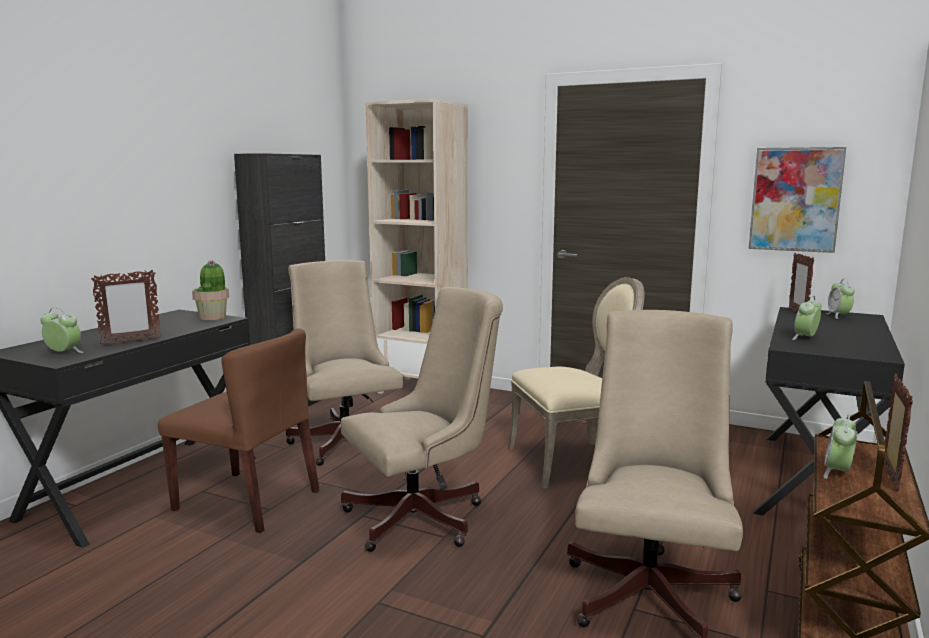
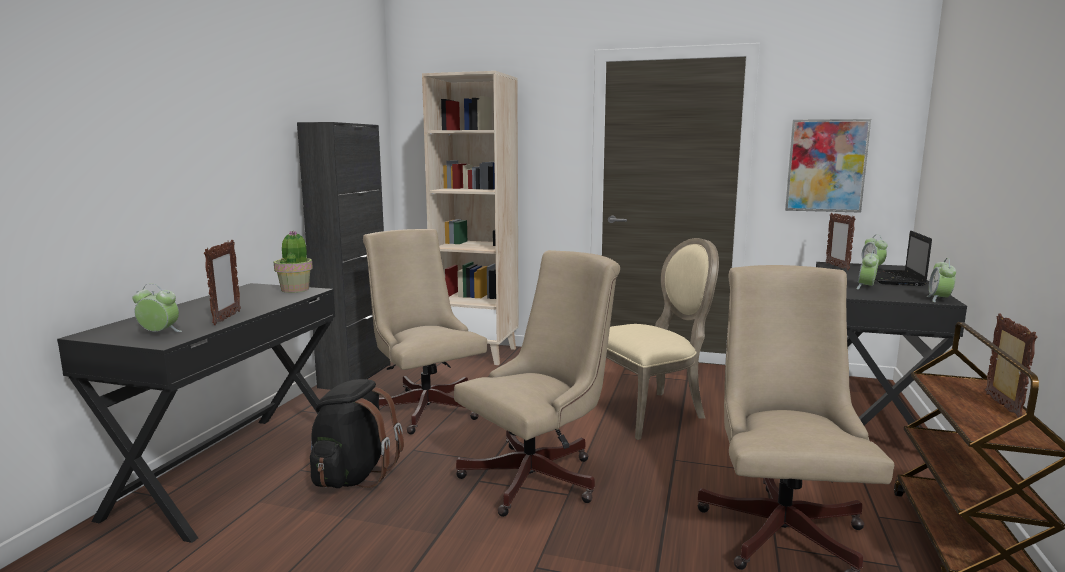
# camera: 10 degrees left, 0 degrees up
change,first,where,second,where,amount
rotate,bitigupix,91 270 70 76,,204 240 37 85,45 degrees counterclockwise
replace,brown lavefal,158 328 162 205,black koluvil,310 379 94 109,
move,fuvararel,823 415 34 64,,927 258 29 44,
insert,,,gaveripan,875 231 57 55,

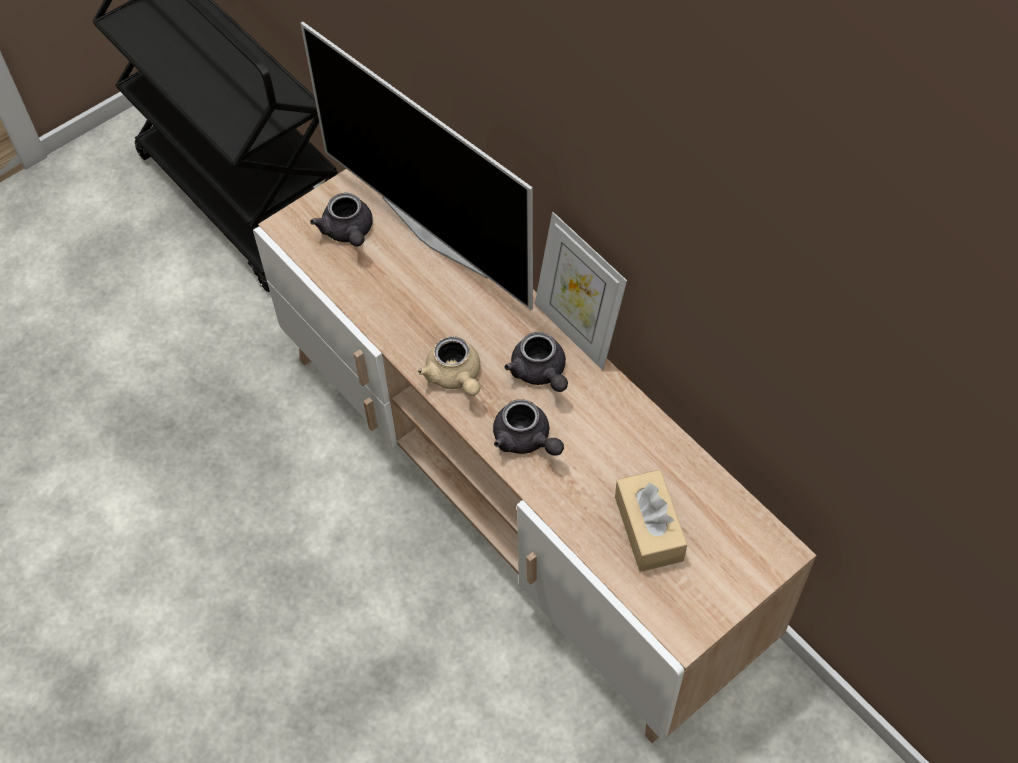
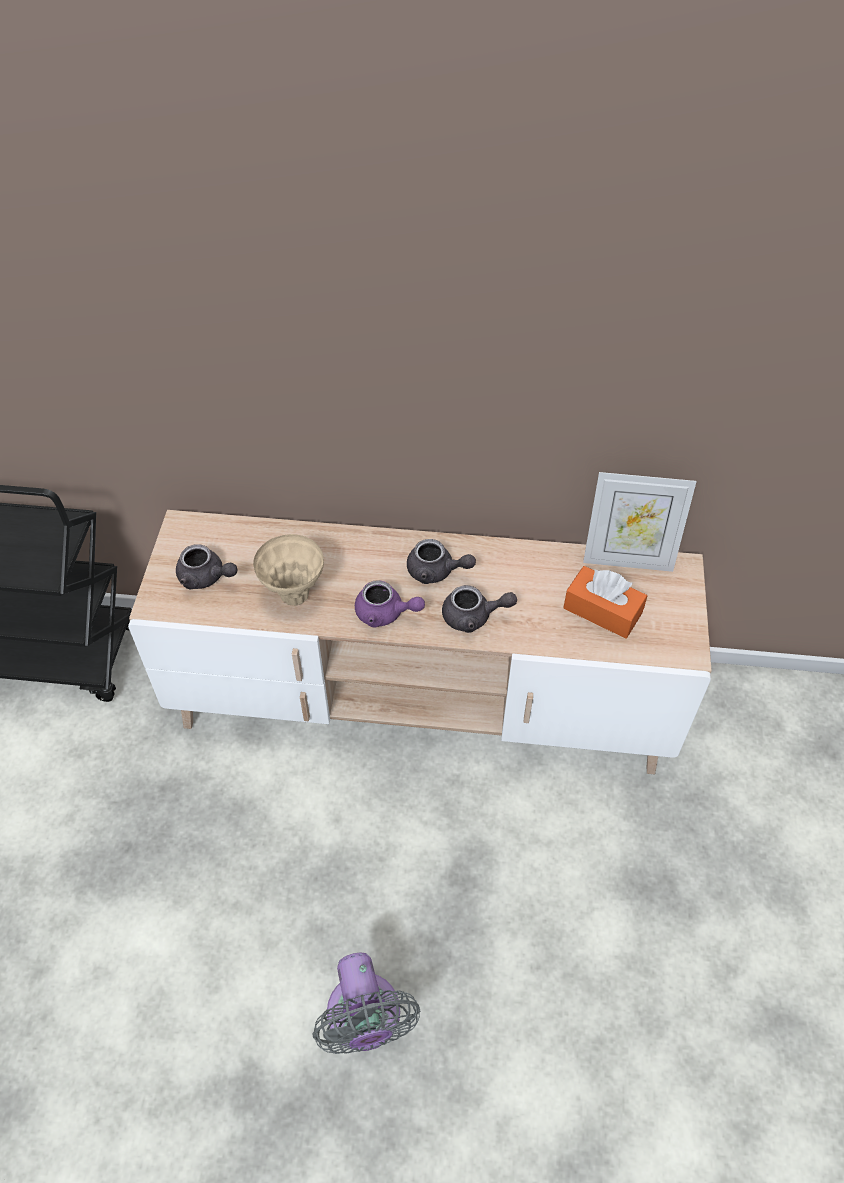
# camera: 45 degrees left, 5 degrees down
change,first,where,second,where,amount
delete,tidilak,300 21 233 289,,,
move,bitigupix,535 212 92 158,,583 472 114 100,
recolor,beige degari,418 336 62 60,purple degari,355 580 70 48,
recolor,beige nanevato,615 470 72 102,orange nanevato,563 566 84 72,
insert,,,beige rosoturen,253 534 71 72,
insert,,,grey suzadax,312 952 108 102,

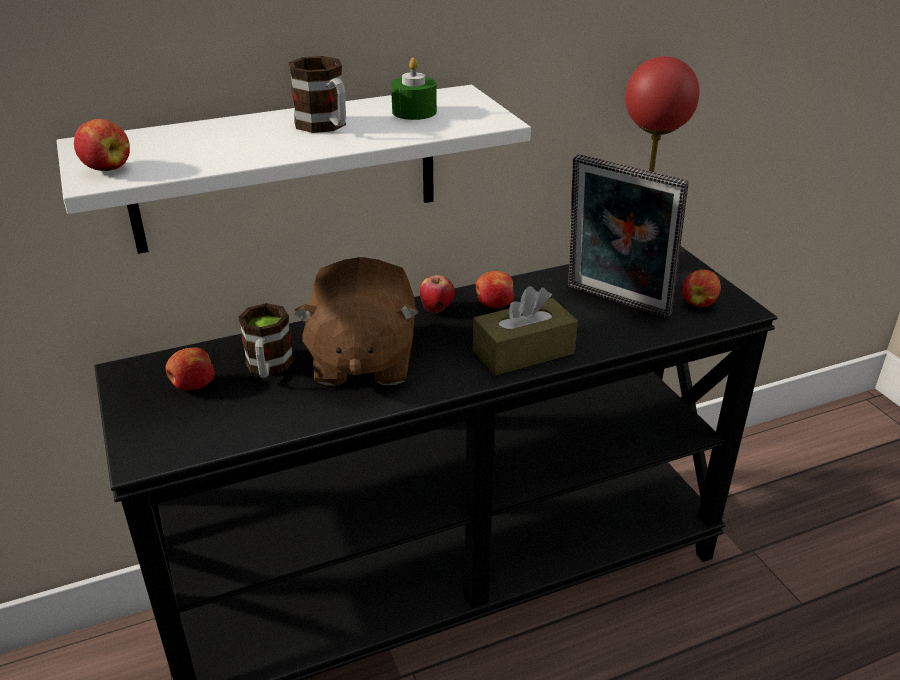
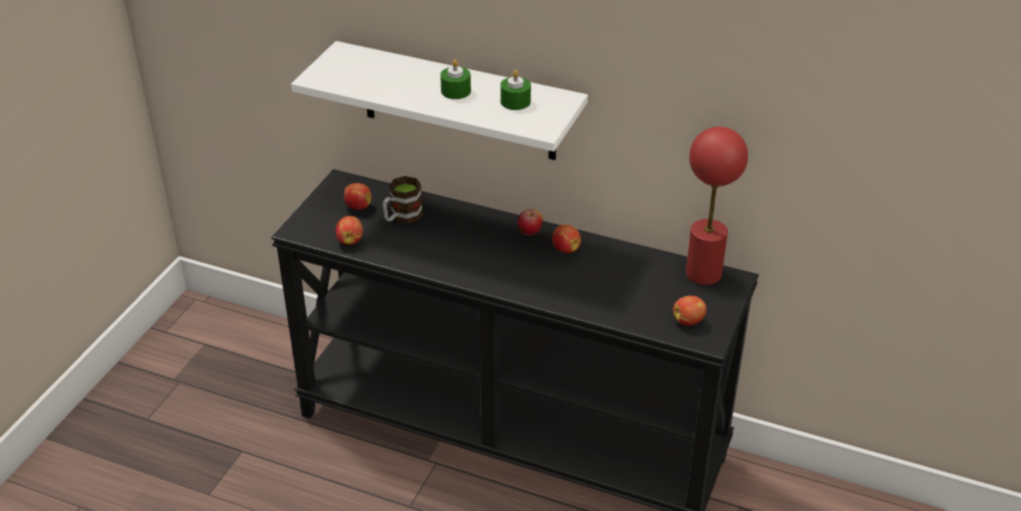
# camera: 45 degrees right, 5 degrees up
change,first,where,second,where,amount
replace,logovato,288 56 58 77,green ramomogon,440 60 31 39,
move,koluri,74 119 56 52,,336 216 27 29,
delete,bitigupix,568 154 121 164,,,
delete,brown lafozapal,293 257 126 129,,,
delete,brown nanevato,473 286 105 90,,,

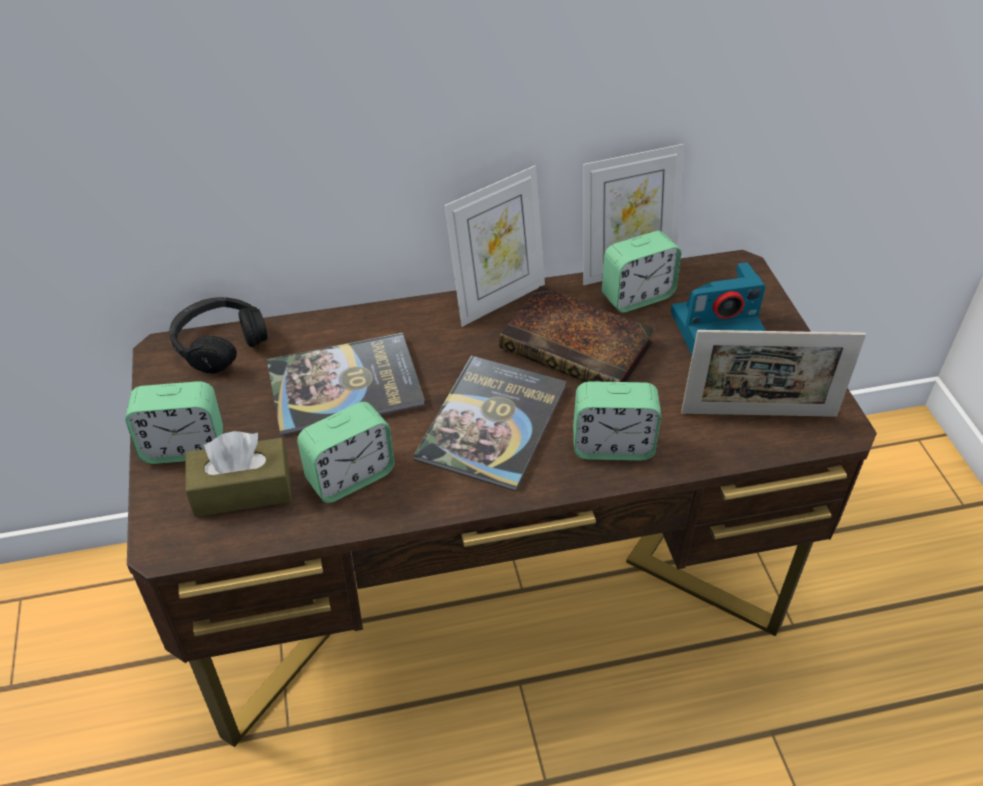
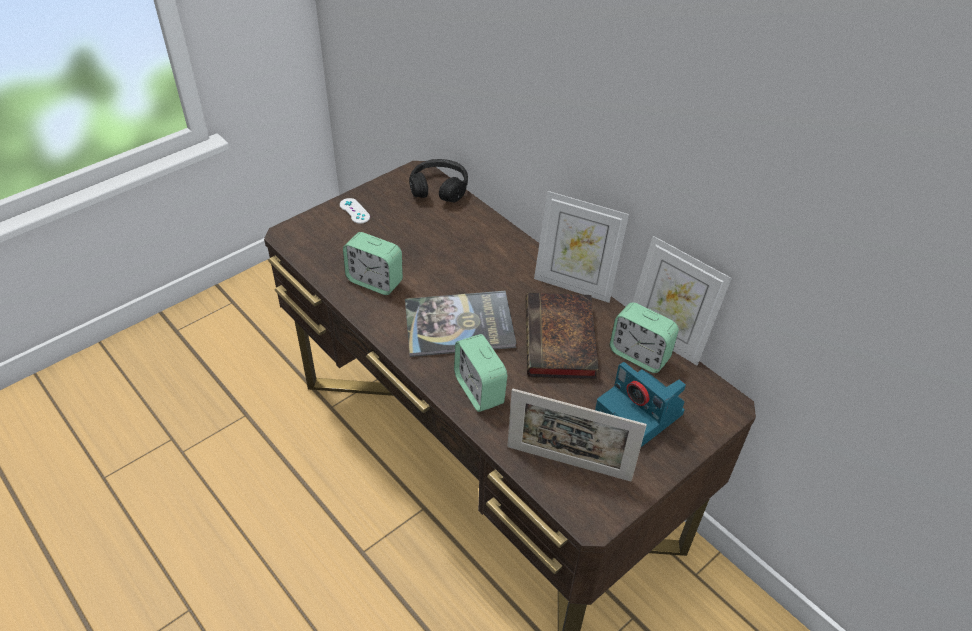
# camera: 60 degrees right, 0 degrees up
change,first,where,second,where,amount
rotate,bitigupix,681 330 185 87,,507 389 140 93,45 degrees counterclockwise
delete,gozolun,266 332 159 104,,,
replace,fuvararel,125 381 98 83,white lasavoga,340 198 30 26,
delete,brown nanevato,185 431 107 86,,,

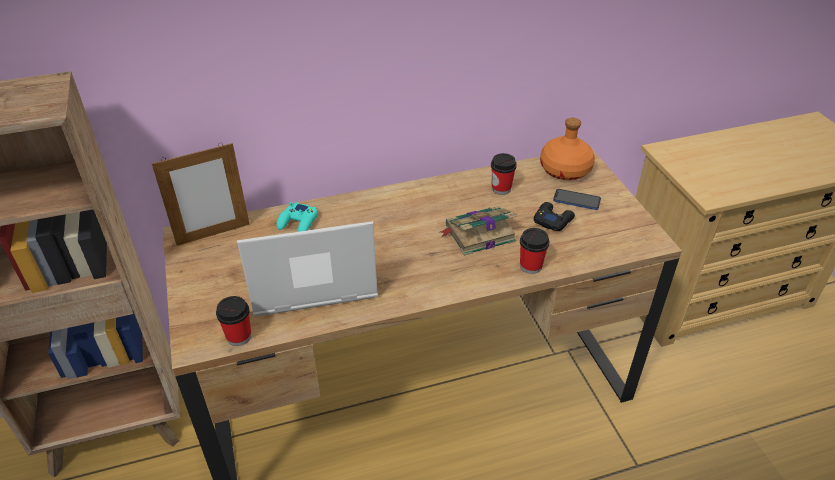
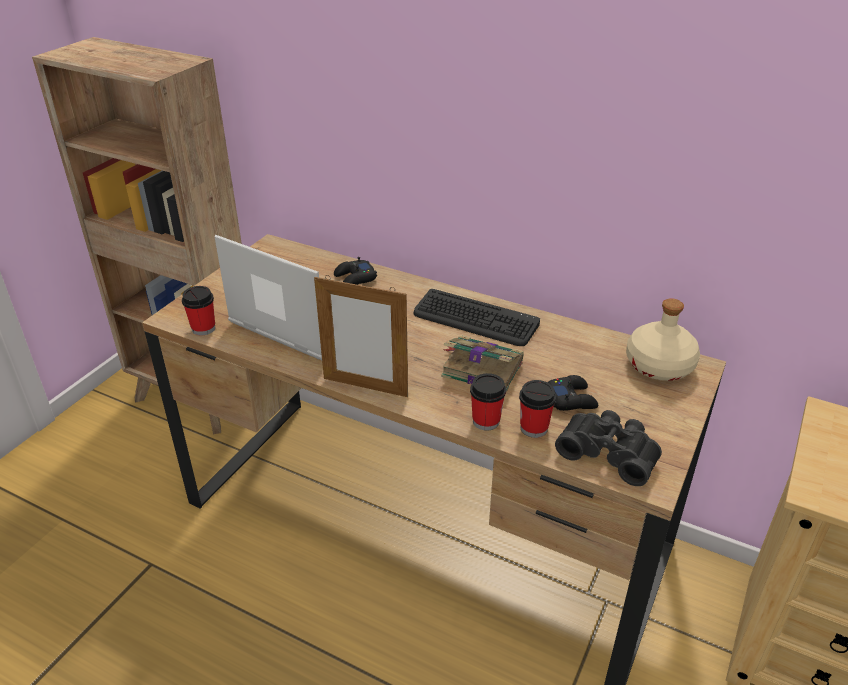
# camera: 45 degrees right, 5 degrees down
change,first,where,second,where,amount
recolor,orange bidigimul,540 118 55 62,beige bidigimul,626 298 74 83,
move,bitigupix,152 143 98 103,,314 275 94 122,
move,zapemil,491 153 26 42,,519 380 37 58,
delete,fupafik,553 189 48 21,,,
recolor,turquoise lasavoga,277 202 41 30,black lasavoga,334 257 43 28,
insert,,,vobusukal,414 289 126 57,
insert,,,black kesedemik,555 410 107 76,

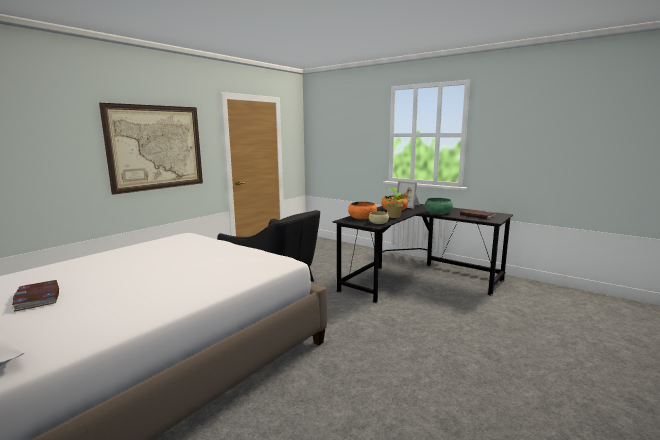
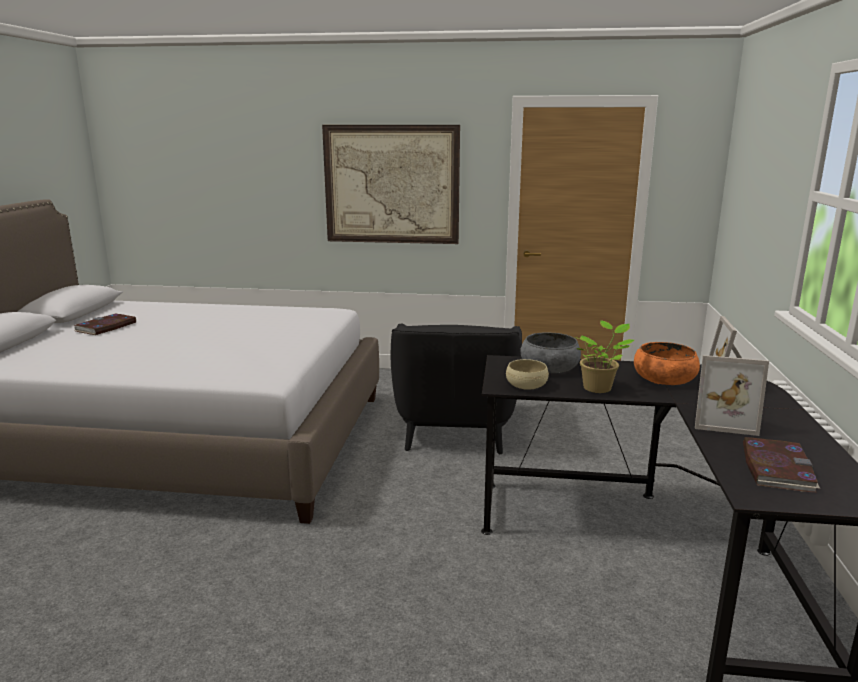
# camera: 60 degrees right, 5 degrees up
change,first,where,second,where,amount
replace,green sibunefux,425 198 28 16,bitigupix,695 355 74 81,
recolor,orange sibunefux,348 202 29 17,grey sibunefux,521 332 60 41,

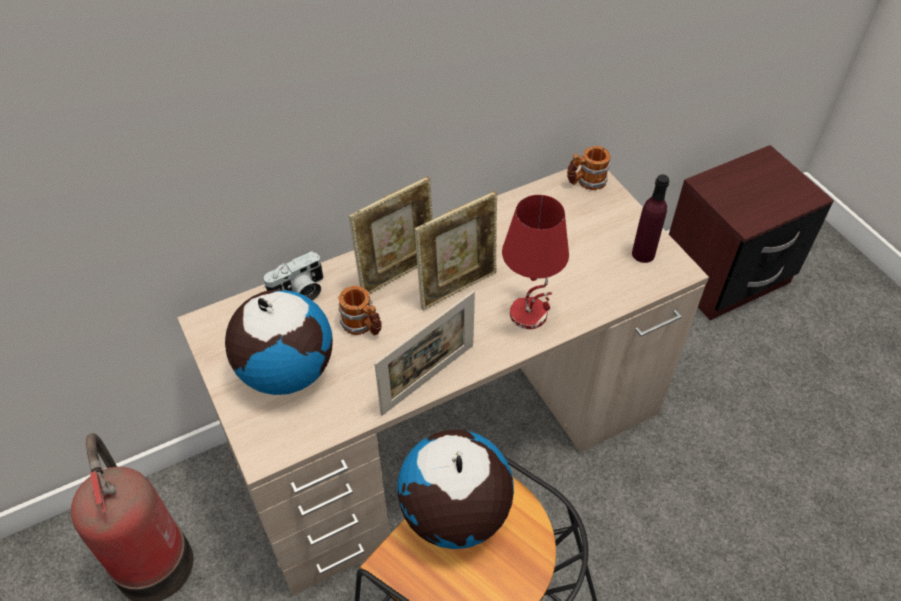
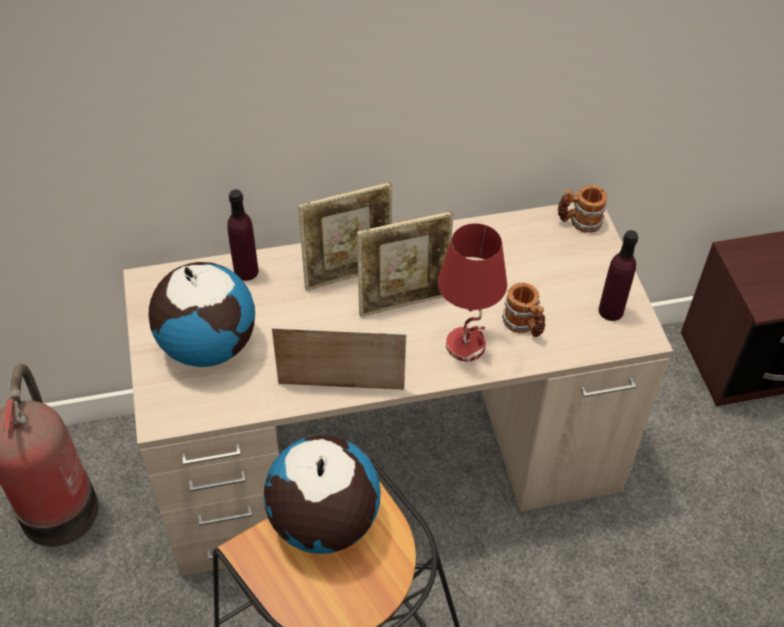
# camera: 15 degrees right, 0 degrees up
change,first,where,second,where,amount
replace,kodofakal,264 251 59 50,purple bidigimul,227 189 32 92,
move,logovato,338 286 44 50,,502 283 44 54,
rotate,bitigupix,374 290 101 126,,272 326 135 64,150 degrees counterclockwise

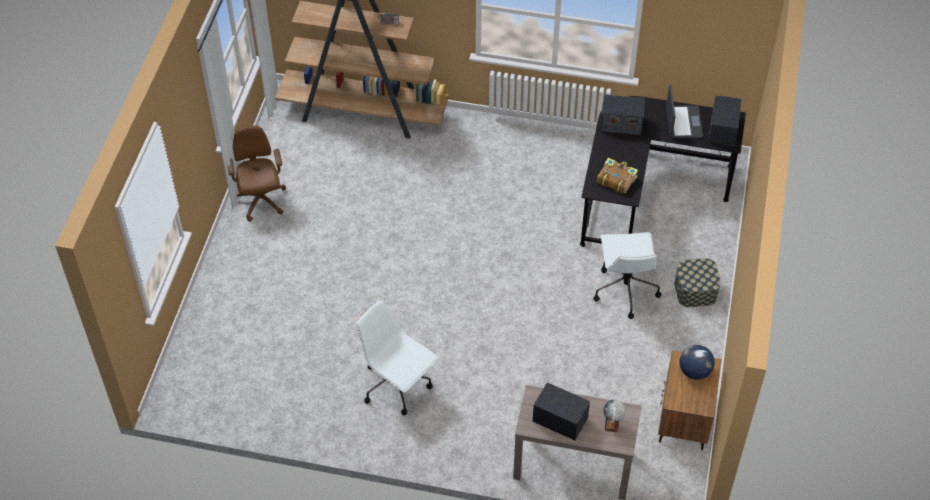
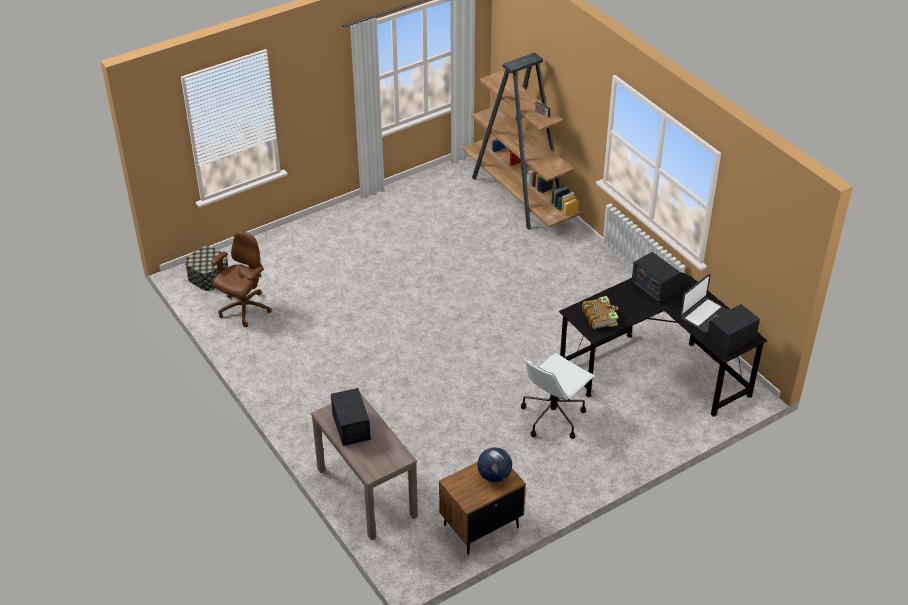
# camera: 45 degrees right, 10 degrees down
change,first,where,second,where,amount
move,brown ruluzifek,227 126 59 96,,211 231 60 96,
move,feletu,674 258 47 49,,184 246 44 45,
delete,white ruluzifek,356 300 83 115,,,
delete,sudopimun,603 400 22 32,,,

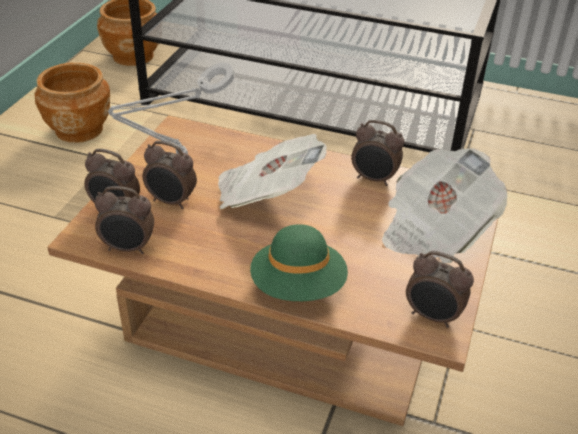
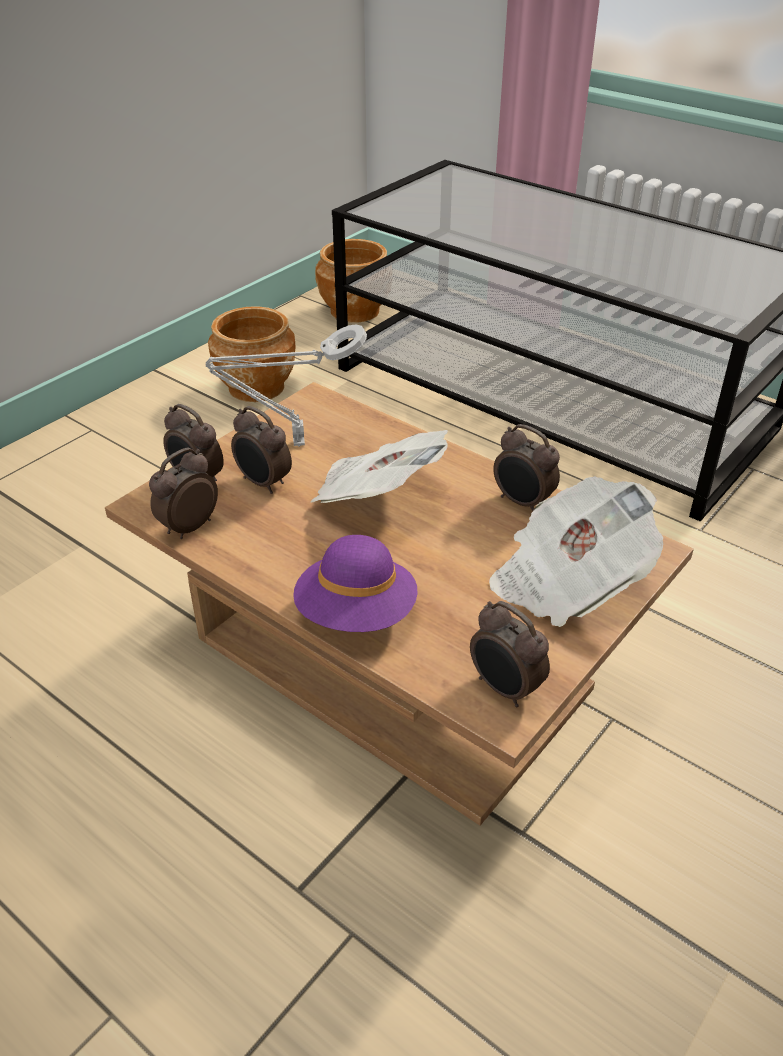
# camera: 20 degrees right, 0 degrees up
change,first,where,second,where,amount
rotate,fuvararel,95 186 59 68,,149 447 69 92,105 degrees clockwise
recolor,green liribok,250 224 98 77,purple liribok,293 535 124 97,

